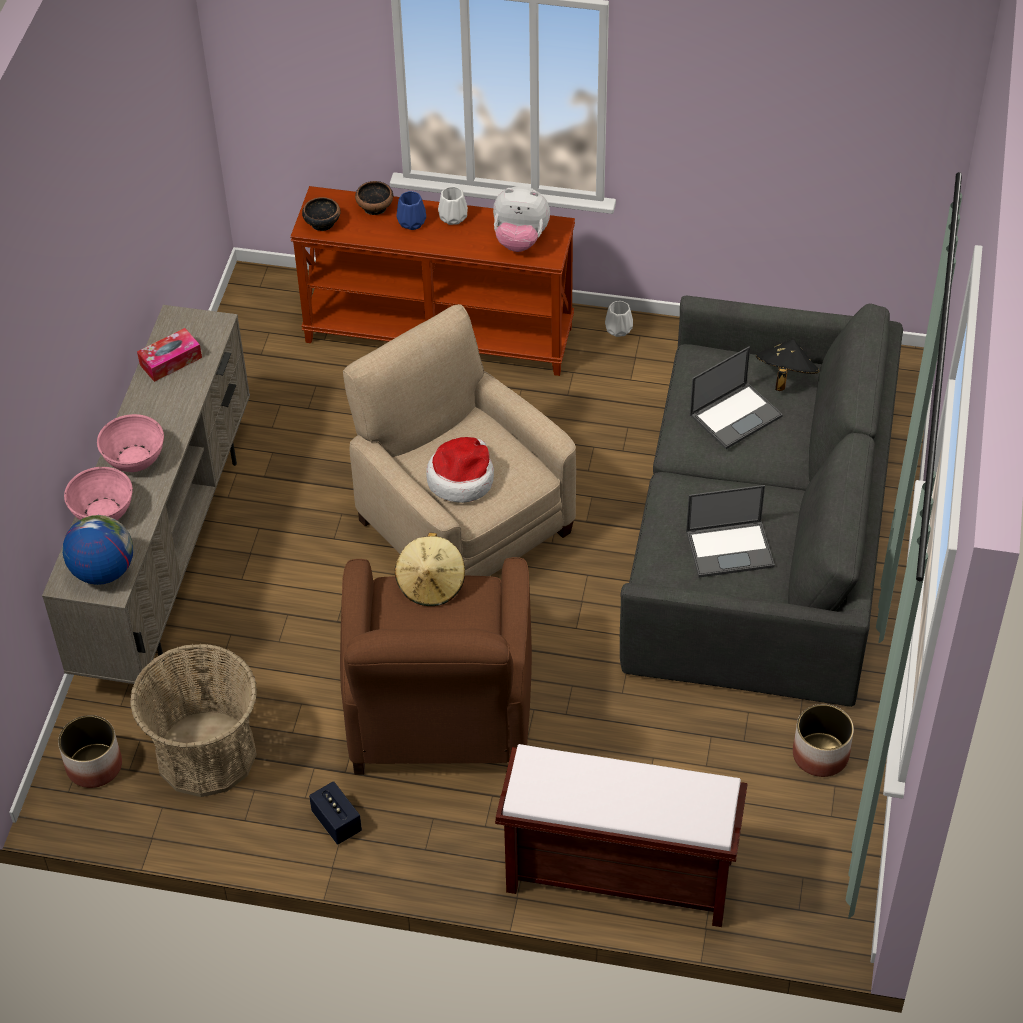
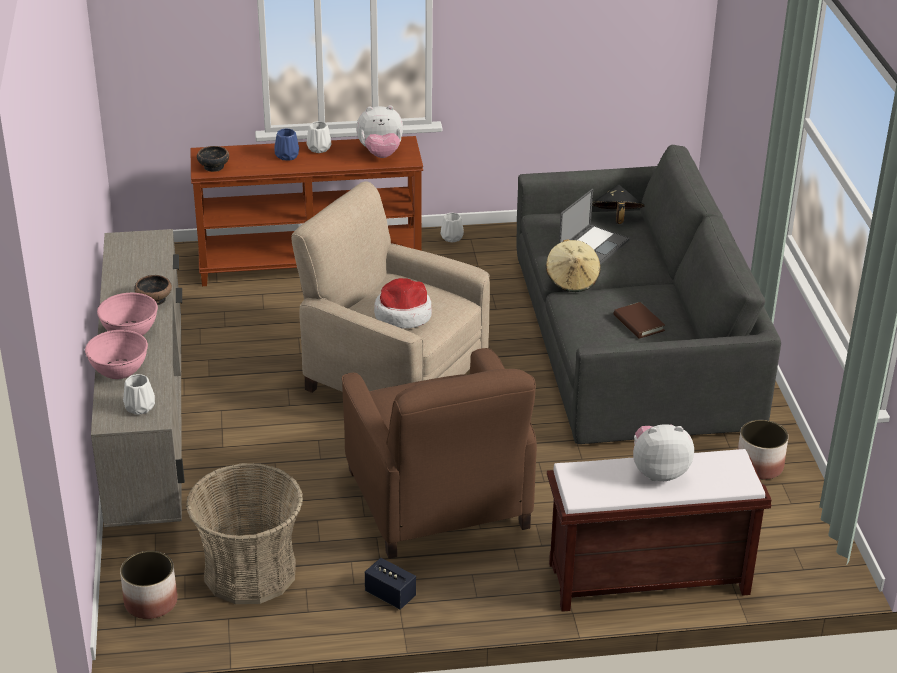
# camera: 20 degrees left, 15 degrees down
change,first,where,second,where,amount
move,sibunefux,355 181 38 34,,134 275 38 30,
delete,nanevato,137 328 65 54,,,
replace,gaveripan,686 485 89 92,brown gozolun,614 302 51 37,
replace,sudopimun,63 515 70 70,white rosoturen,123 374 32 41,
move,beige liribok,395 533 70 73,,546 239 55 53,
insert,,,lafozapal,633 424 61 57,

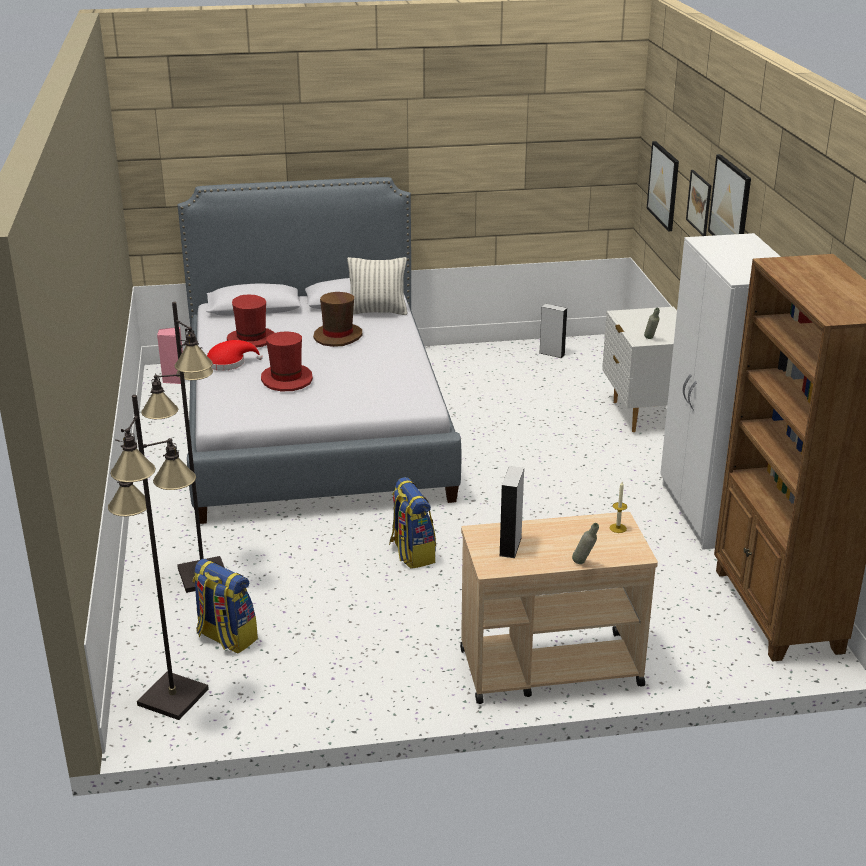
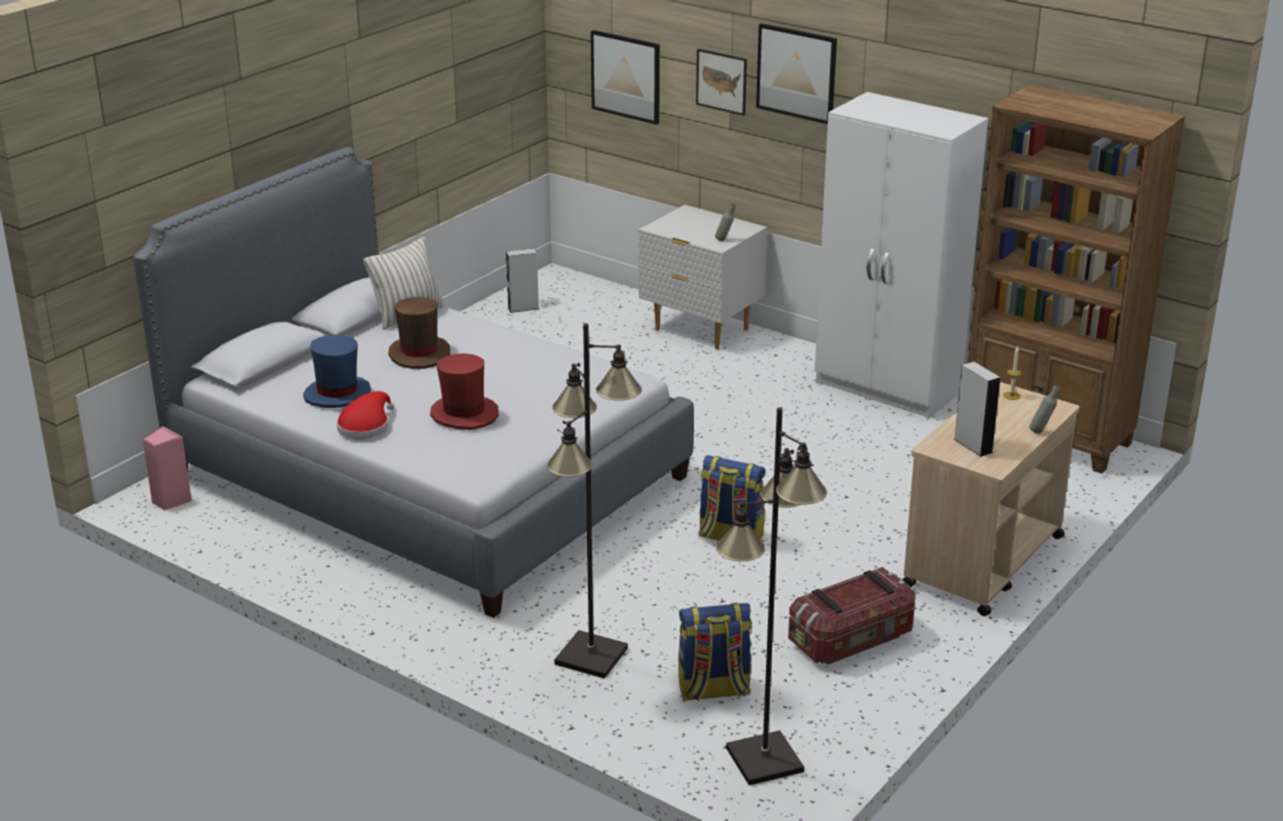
# camera: 45 degrees left, 0 degrees up
change,first,where,second,where,amount
recolor,red liribok,227 294 47 54,blue liribok,303 335 68 73,
insert,,,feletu,788 567 128 97,

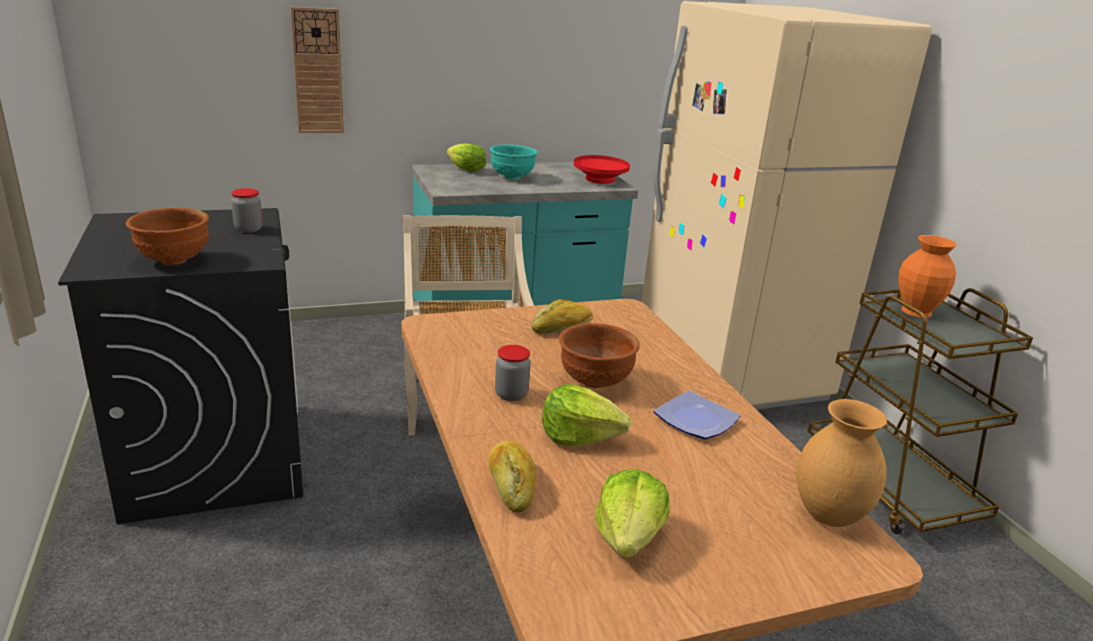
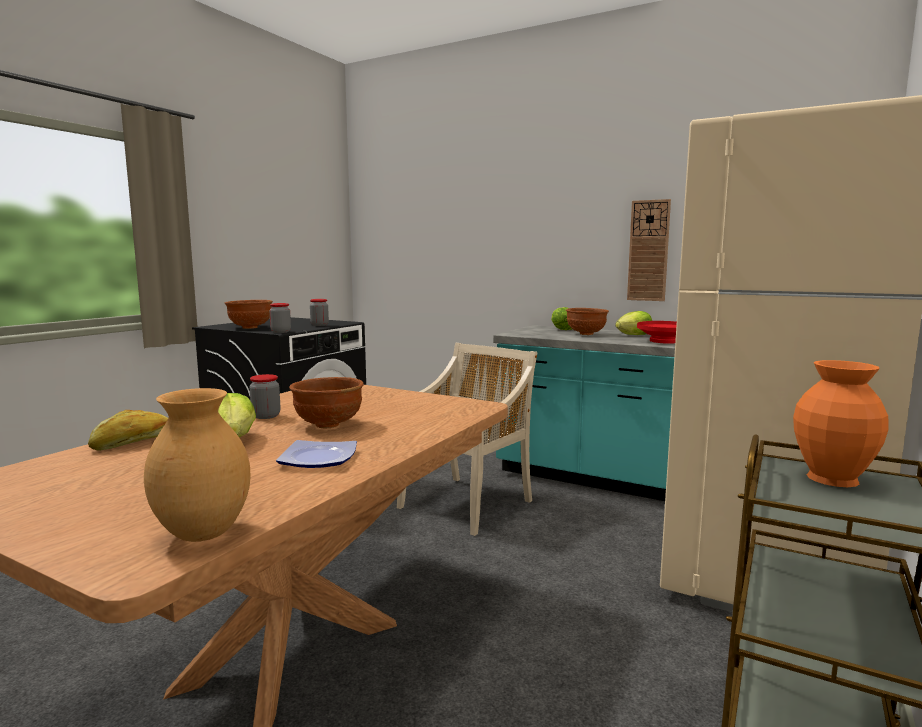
# camera: 50 degrees right, 15 degrees down
change,first,where,second,where,amount
move,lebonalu,291 7 53 126,,627 199 44 102,
recolor,turquoise sibunefux,490 144 48 35,brown sibunefux,566 308 43 27,
delete,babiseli,532 299 61 35,,,
move,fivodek,595 469 74 88,,615 311 37 24,
insert,,,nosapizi,269 303 22 30,

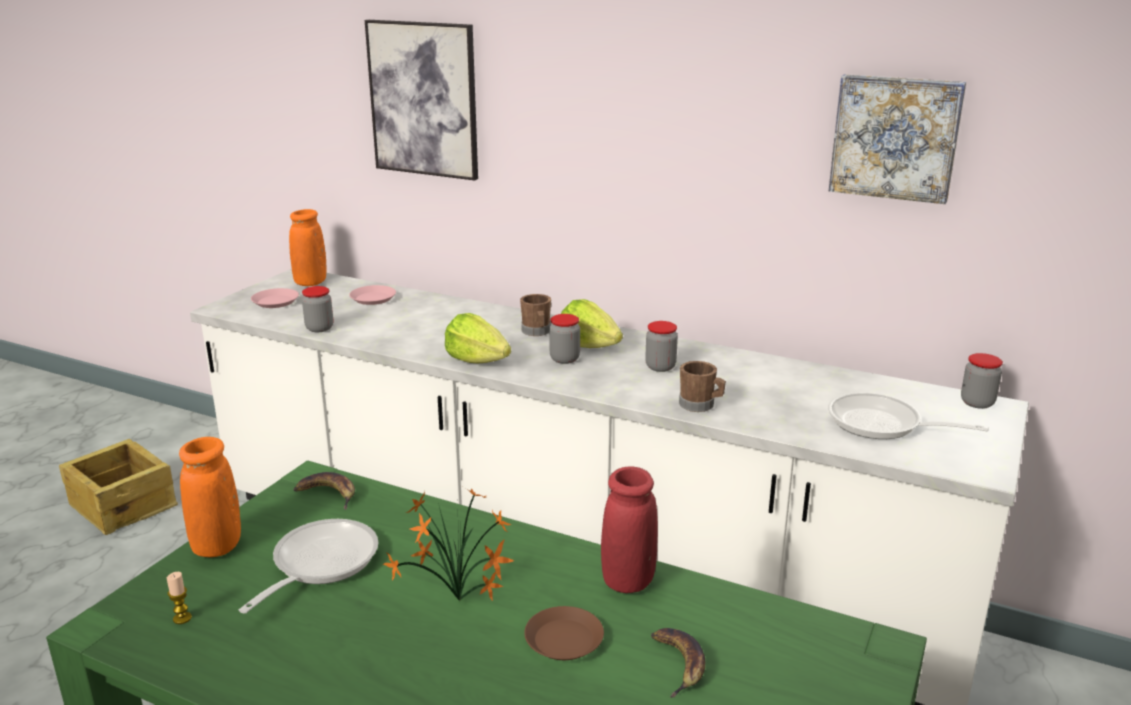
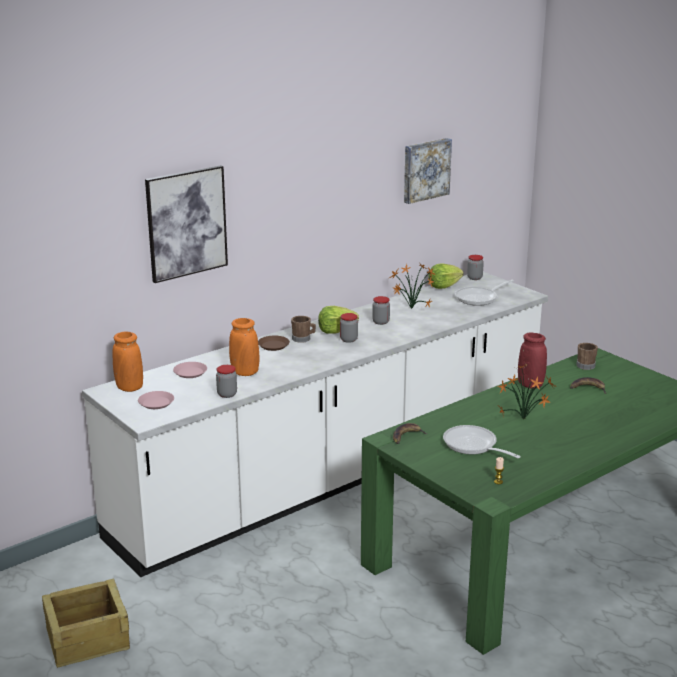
# camera: 65 degrees left, 0 degrees up
change,first,where,second,where,amount
move,fivodek,445 313 66 50,,429 263 35 26,
move,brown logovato,679 361 47 51,,576 343 22 27,
move,orange rosoturen,179 437 62 120,,229 318 30 58,
move,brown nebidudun,524 606 80 54,,258 336 32 15,
insert,,,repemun,389 263 47 46,

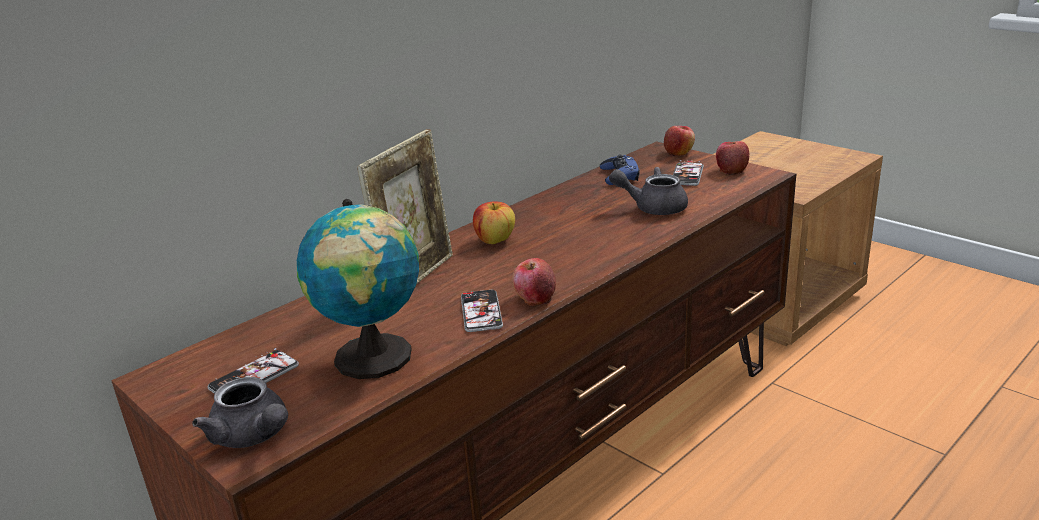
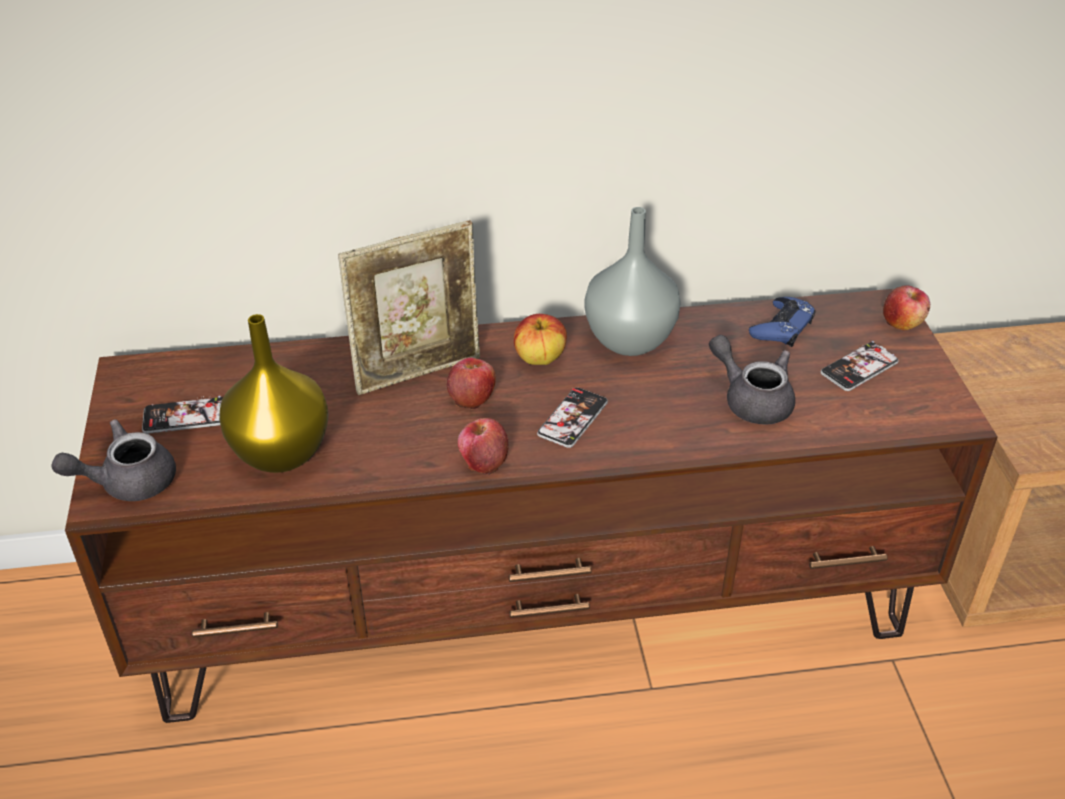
# camera: 35 degrees right, 15 degrees up
change,first,where,second,where,amount
move,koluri,716 141 33 34,,447 358 49 51,
replace,sudopimun,297 199 122 180,yellow rosoturen,219 314 110 159,
move,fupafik,461 290 42 42,,537 388 71 60,
rotate,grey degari,192 377 96 71,,51 419 125 82,75 degrees clockwise
insert,,,grey rosoturen,585 207 96 149,

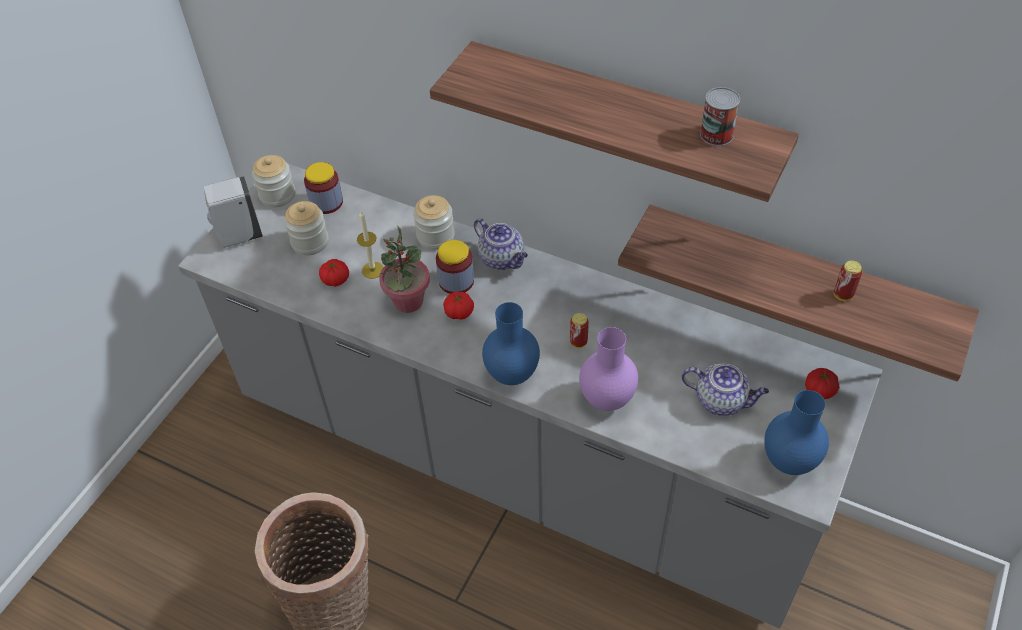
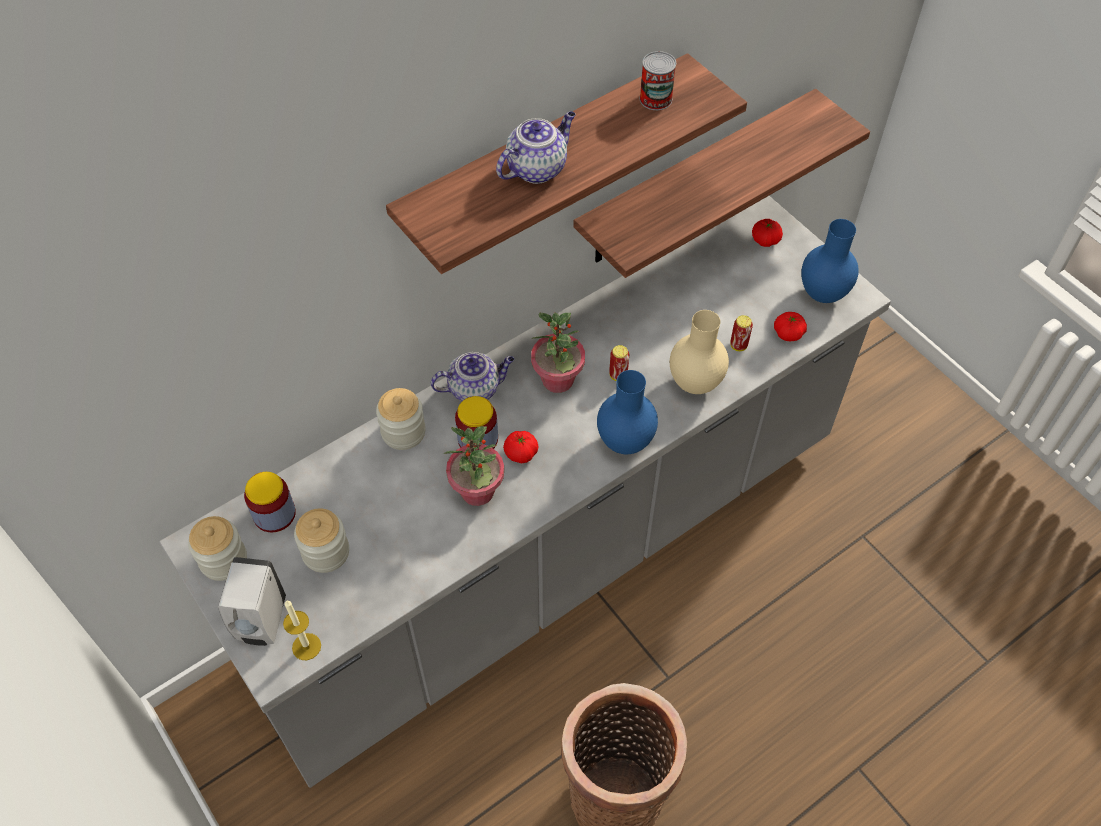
# camera: 65 degrees left, 5 degrees up
change,first,where,second,where,amount
move,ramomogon,357 211 27 68,,283 600 38 60,
move,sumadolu,319 259 30 28,,774 312 33 29,
move,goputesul,834 260 28 41,,730 315 23 36,
recolor,purple rosoturen,579 327 59 84,beige rosoturen,670 310 59 84,
move,degari,682 364 87 52,,496 112 80 72,
insert,,,repemun,531 312 54 81,

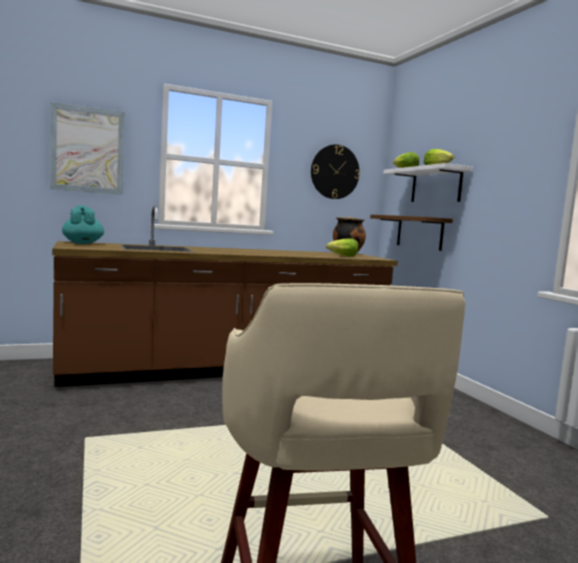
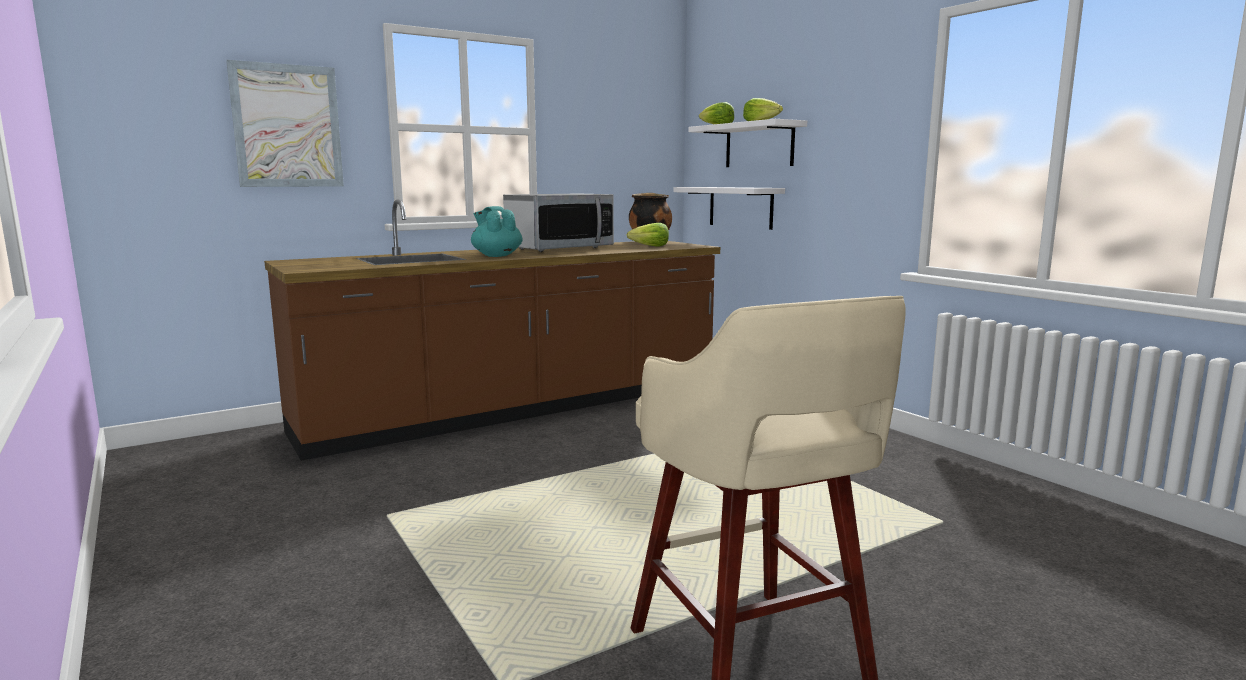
# camera: 10 degrees left, 5 degrees up
change,first,where,second,where,amount
delete,lebonalu,311 144 49 55,,,
move,turquoise degari,62 205 42 39,,471 206 52 51,
recolor,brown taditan,370 215 83 36,white taditan,673 187 112 43,
insert,,,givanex,503 194 111 58,

